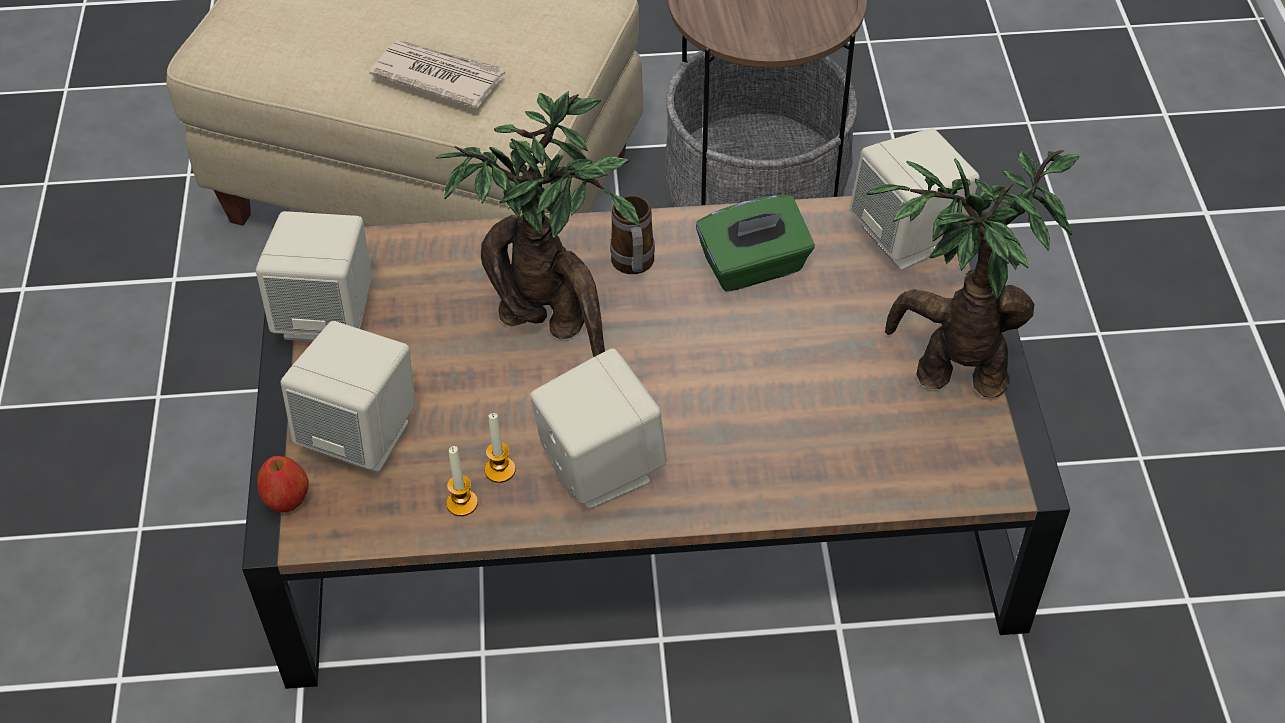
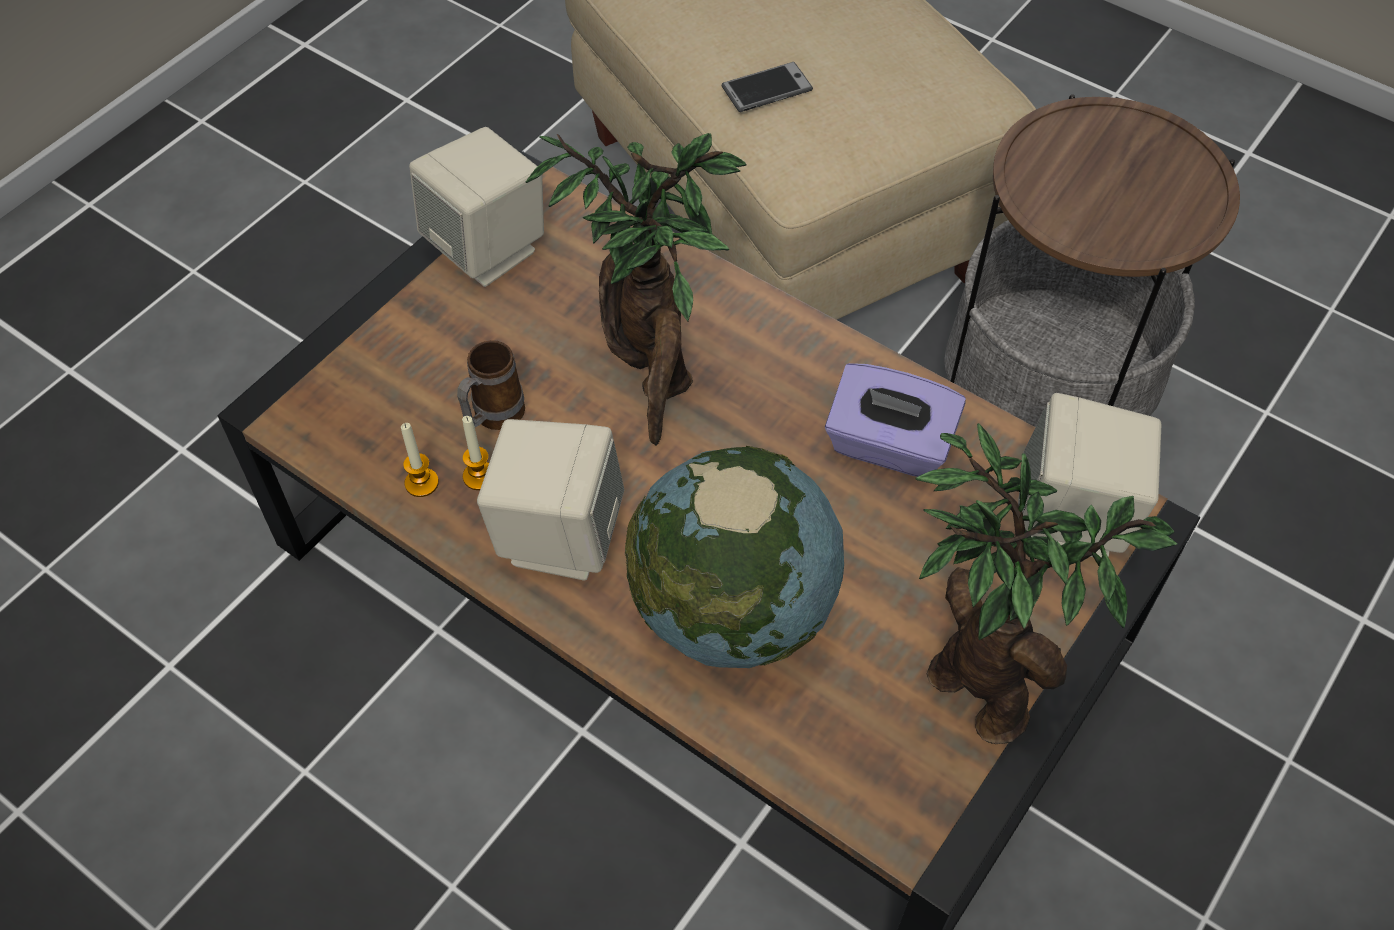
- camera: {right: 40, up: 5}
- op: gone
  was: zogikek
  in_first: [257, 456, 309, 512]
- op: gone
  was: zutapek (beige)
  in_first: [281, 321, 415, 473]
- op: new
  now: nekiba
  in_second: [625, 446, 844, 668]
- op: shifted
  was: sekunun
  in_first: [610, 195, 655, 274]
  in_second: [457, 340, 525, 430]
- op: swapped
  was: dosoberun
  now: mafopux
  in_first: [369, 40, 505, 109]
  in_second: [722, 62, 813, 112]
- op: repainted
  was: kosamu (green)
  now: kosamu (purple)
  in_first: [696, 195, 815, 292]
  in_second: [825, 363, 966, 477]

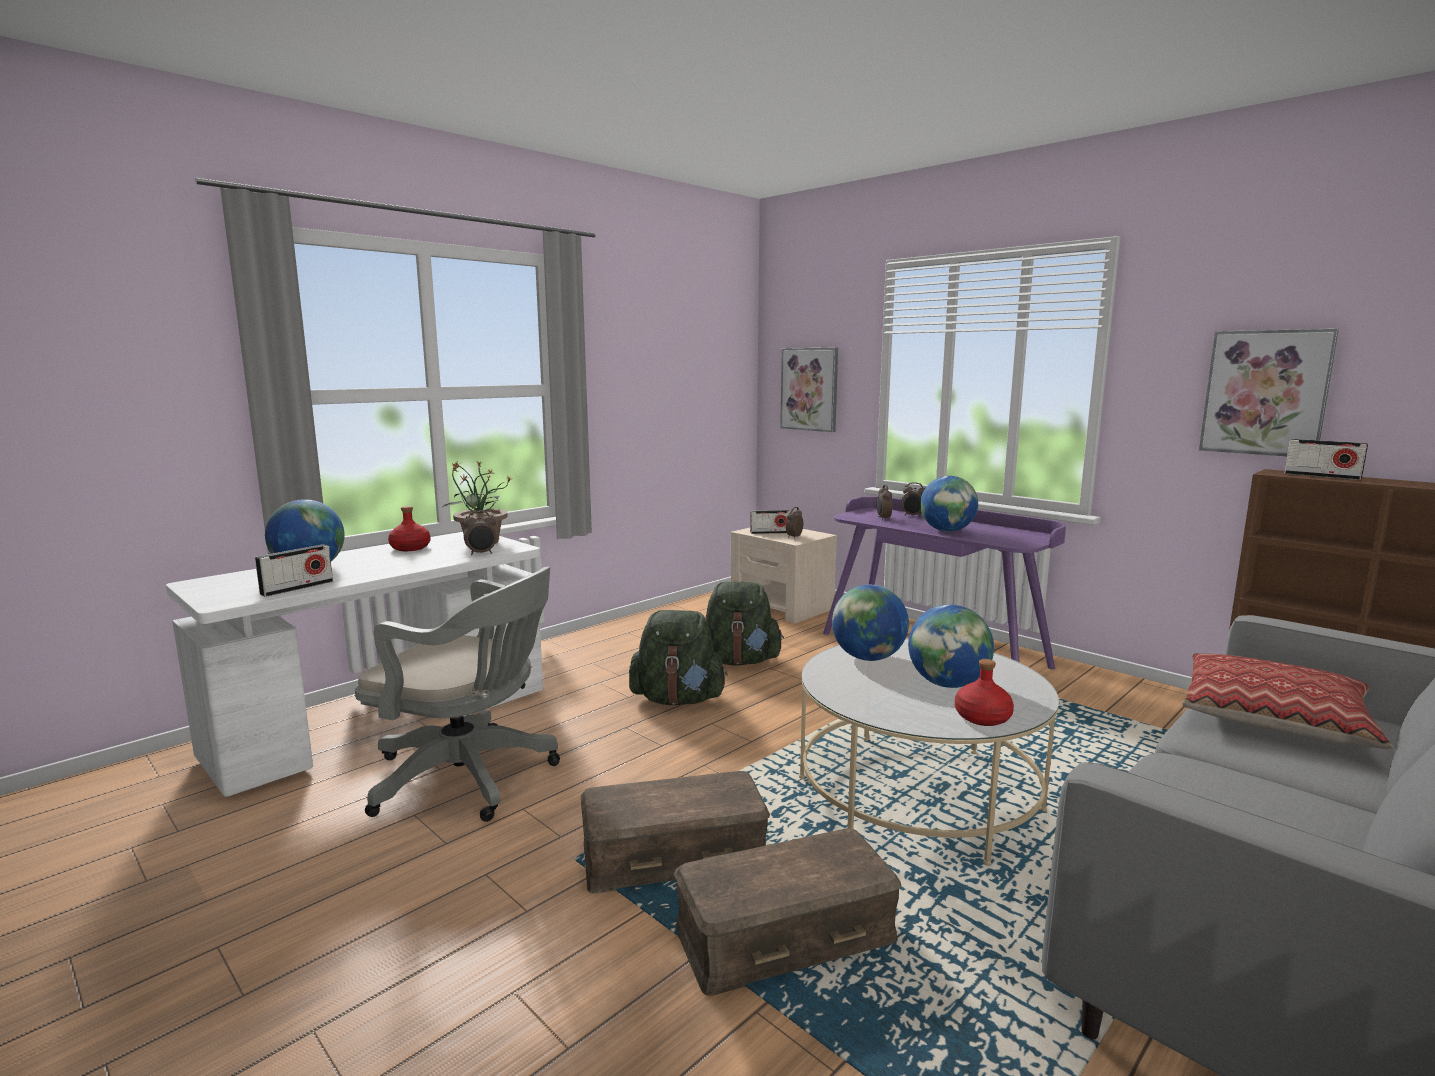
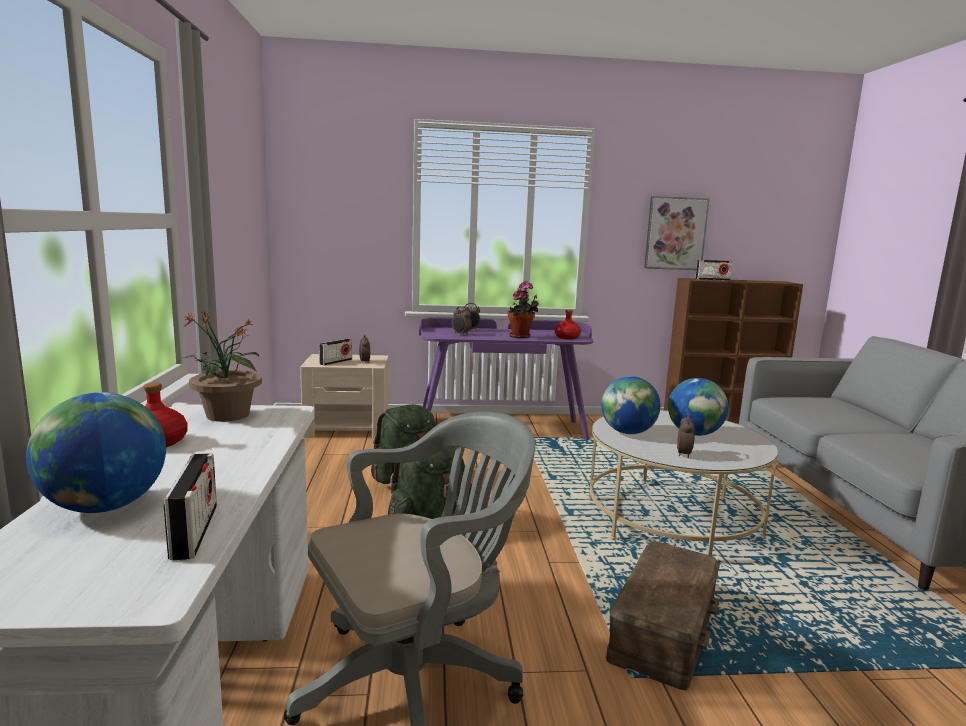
- camera: {right: -50, up: 0}
- op: gone
  was: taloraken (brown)
  in_first: [674, 828, 901, 996]
- op: gone
  was: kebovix
  in_first: [780, 348, 838, 432]
- op: gone
  was: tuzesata
  in_first: [1183, 653, 1393, 749]
- op: shifted
  was: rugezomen
  in_first: [464, 511, 497, 555]
  in_second: [677, 413, 695, 458]
- op: shifted
  was: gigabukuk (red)
  in_first: [955, 659, 1014, 726]
  in_second: [555, 310, 581, 339]
- op: swapped
  was: nekiba
  now: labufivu
  in_first: [920, 476, 978, 532]
  in_second: [508, 281, 539, 338]

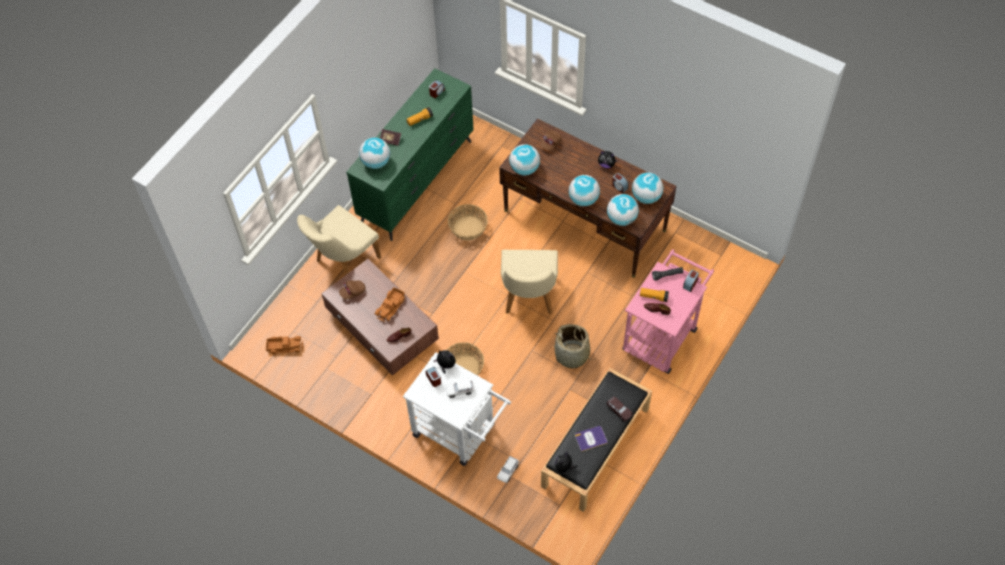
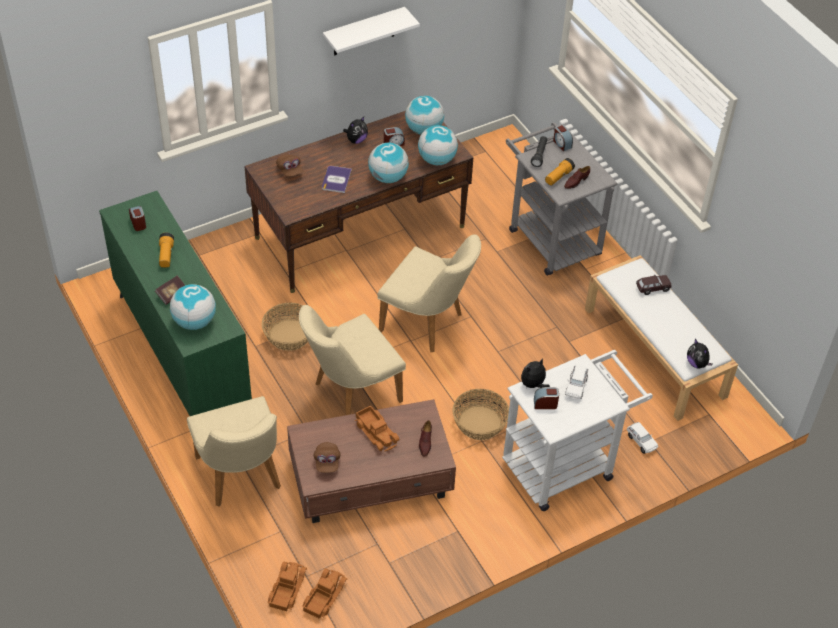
- camera: {right: -65, up: -10}
- op: gone
  was: nekiba
  in_first: [509, 144, 540, 175]
- op: gone
  was: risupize
  in_first: [553, 324, 595, 368]
- op: new
  now: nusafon
  in_second: [268, 561, 307, 611]
- op: new
  now: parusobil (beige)
  in_second: [299, 305, 406, 415]
- op: new
  now: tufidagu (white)
  in_second: [323, 7, 420, 55]
- op: shifted
  was: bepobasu
  in_first: [575, 426, 608, 452]
  in_second: [322, 166, 352, 193]
- op: repainted
  was: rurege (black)
  now: rurege (white)
  in_first: [541, 368, 652, 512]
  in_second: [585, 255, 738, 421]
- op: repainted
  was: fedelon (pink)
  now: fedelon (grey)
  in_first: [623, 249, 714, 374]
  in_second: [506, 122, 618, 275]

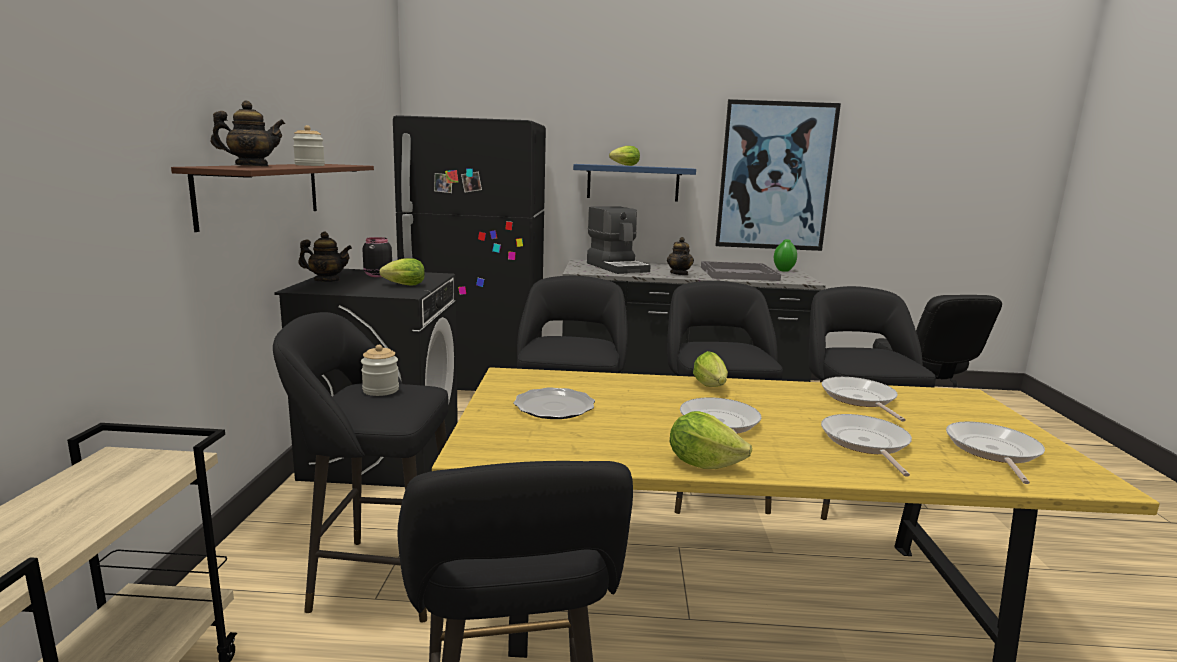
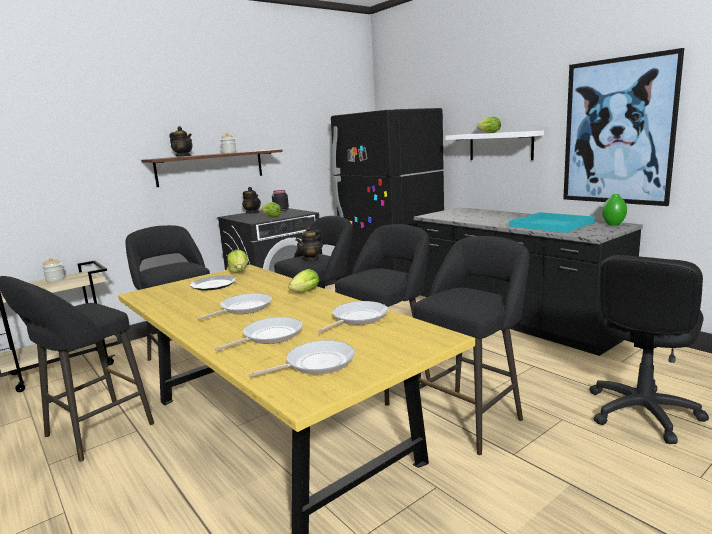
- camera: {right: 50, up: 0}
- op: gone
  was: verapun
  in_first: [587, 206, 651, 274]
- op: shifted
  was: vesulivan
  in_first: [361, 345, 399, 396]
  in_second: [42, 258, 65, 282]
- op: shifted
  was: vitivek
  in_first: [667, 237, 694, 275]
  in_second: [295, 226, 323, 262]
- op: shifted
  was: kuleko
  in_first: [670, 411, 752, 469]
  in_second: [227, 250, 248, 273]
- op: repainted
  was: tufidagu (blue)
  now: tufidagu (white)
  in_first: [573, 164, 696, 202]
  in_second: [445, 131, 544, 160]
- op: repainted
  was: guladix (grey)
  now: guladix (turquoise)
  in_first: [701, 261, 781, 281]
  in_second: [509, 212, 595, 233]

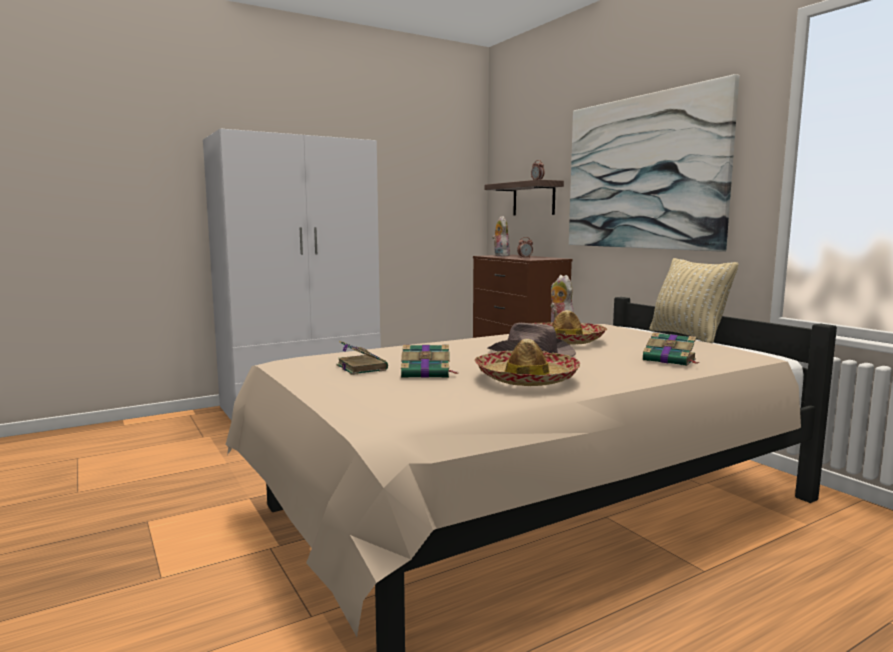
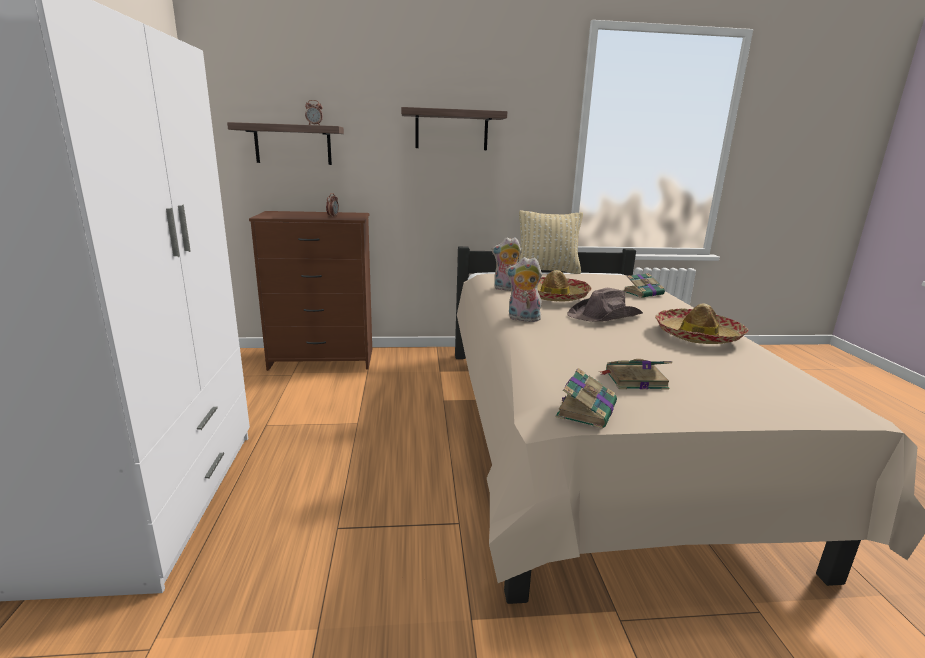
- camera: {right: -65, up: 10}
- op: shifted
  was: bepobasu
  in_first: [401, 345, 459, 378]
  in_second: [556, 368, 617, 428]
- op: shifted
  was: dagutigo
  in_first: [492, 216, 510, 256]
  in_second: [506, 257, 542, 322]
- op: swapped
  was: kebovix
  now: tufidagu
  in_first: [569, 74, 739, 252]
  in_second: [401, 107, 507, 150]

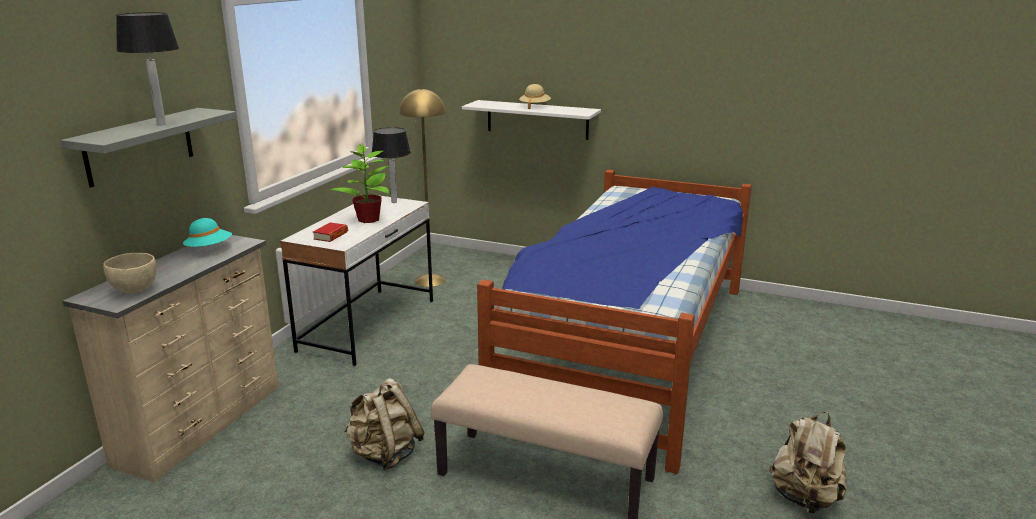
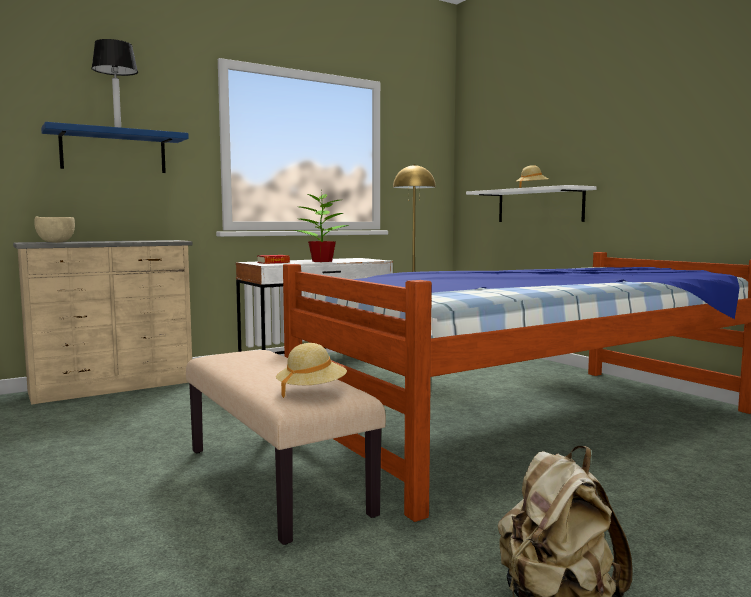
- camera: {right: 35, up: -15}
- op: gone
  was: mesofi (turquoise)
  in_first: [183, 218, 232, 247]
- op: gone
  was: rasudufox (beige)
  in_first: [344, 378, 425, 471]
- op: gone
  was: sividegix
  in_first: [372, 127, 411, 203]
- op: new
  now: mesofi (beige)
  in_second: [276, 343, 347, 398]
- op: repainted
  was: tufidagu (grey)
  now: tufidagu (blue)
  in_first: [60, 108, 237, 188]
  in_second: [41, 122, 189, 173]

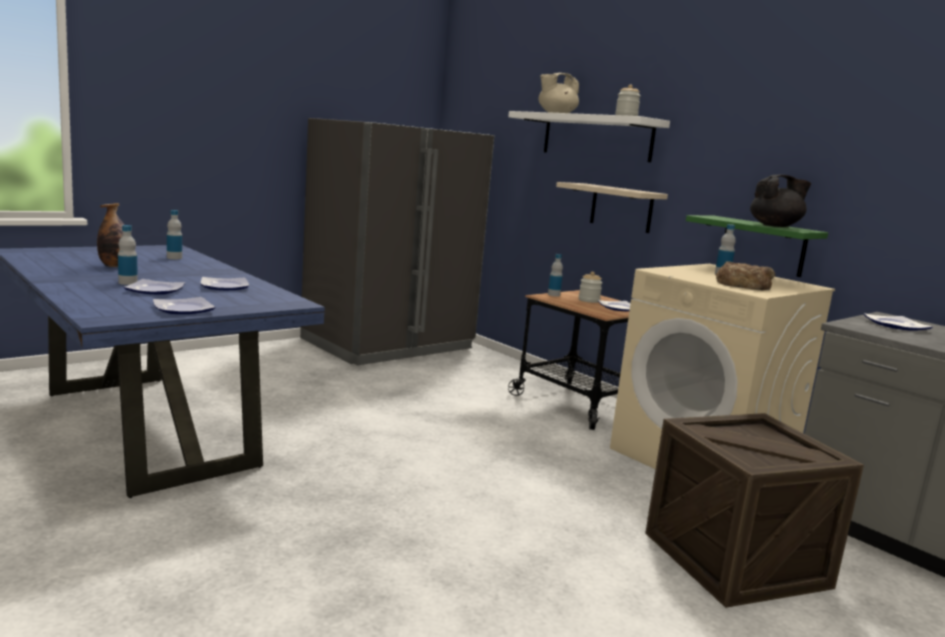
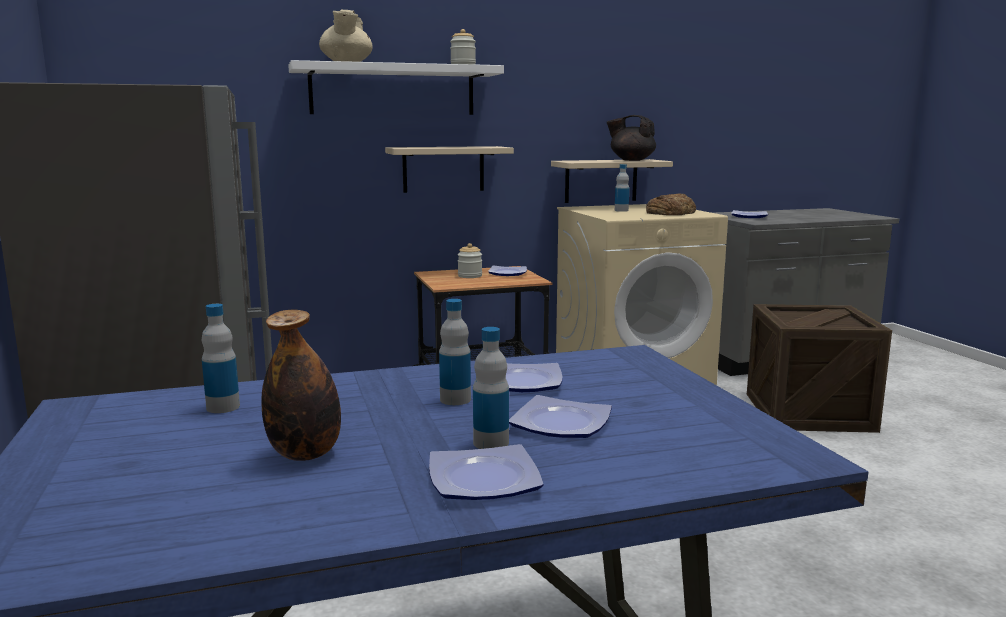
- camera: {right: -65, up: 0}
- op: shifted
  was: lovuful
  in_first: [153, 297, 215, 314]
  in_second: [429, 444, 544, 500]
- op: shifted
  was: gigabukuk
  in_first: [548, 254, 563, 297]
  in_second: [439, 299, 471, 405]
- op: repainted
  was: tufidagu (green)
  now: tufidagu (beige)
  in_first: [686, 215, 828, 277]
  in_second: [551, 159, 673, 203]
- op: rotated
  was: vitivek (black)
  in_first: [750, 175, 811, 227]
  in_second: [607, 115, 656, 161]
  clockwise: -75

